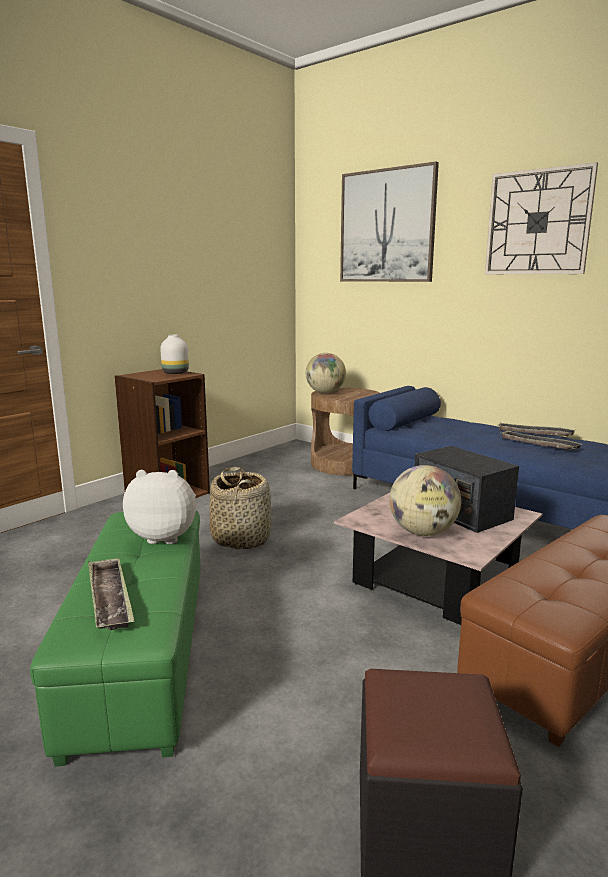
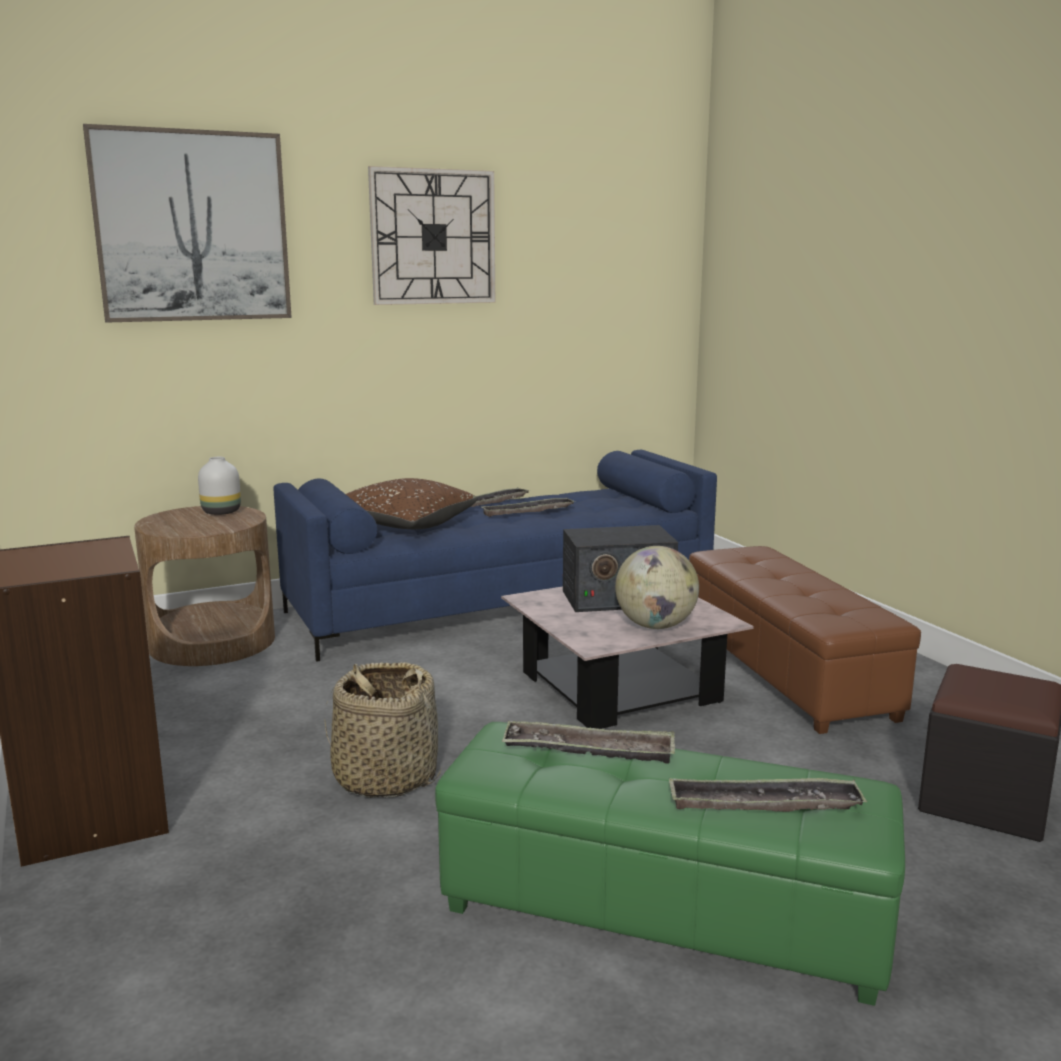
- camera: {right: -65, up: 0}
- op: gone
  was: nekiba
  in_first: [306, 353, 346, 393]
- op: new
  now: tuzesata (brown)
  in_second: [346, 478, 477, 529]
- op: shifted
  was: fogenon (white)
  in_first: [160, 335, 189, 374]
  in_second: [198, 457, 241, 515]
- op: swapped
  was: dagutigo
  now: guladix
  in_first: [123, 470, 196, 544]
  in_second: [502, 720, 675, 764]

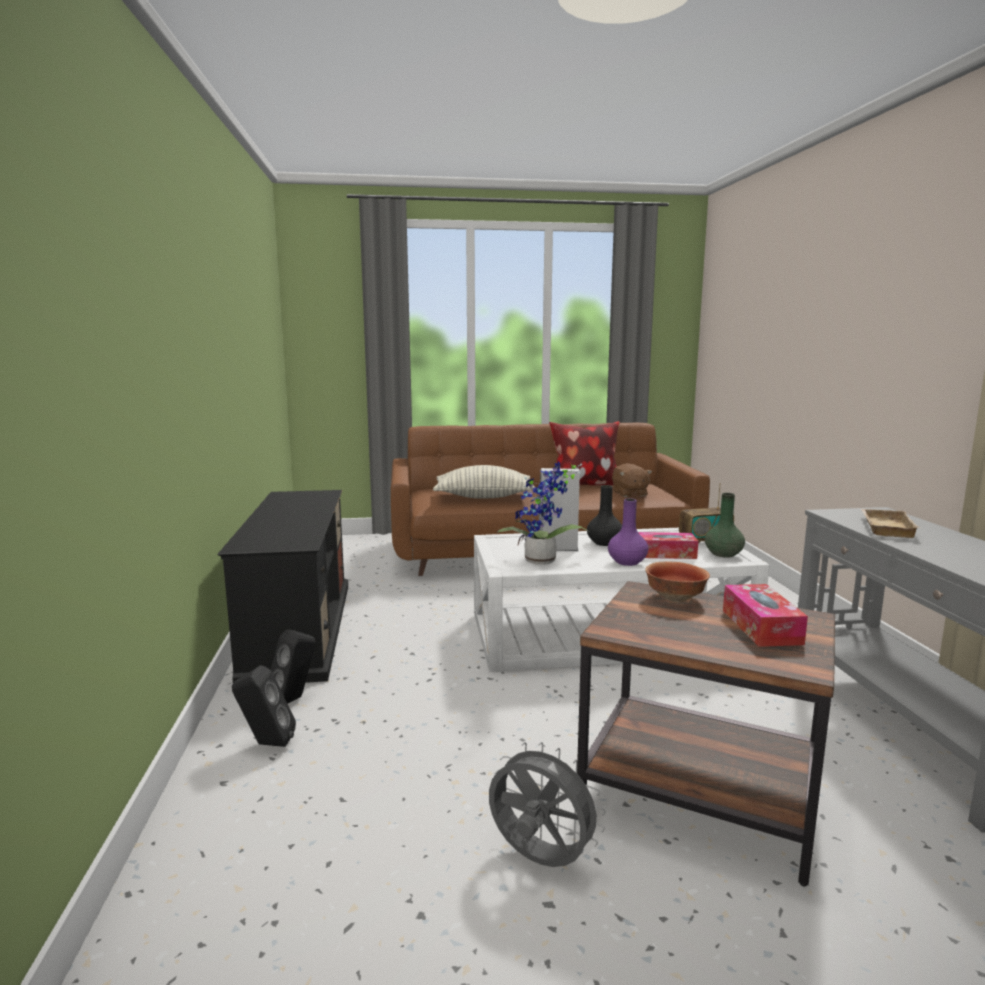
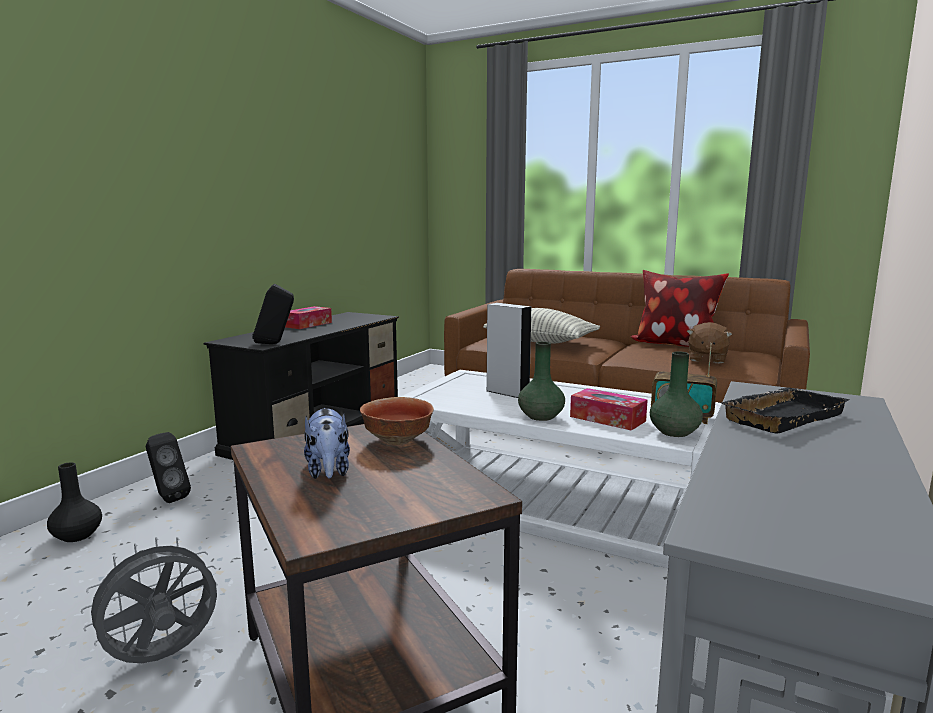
- camera: {right: 35, up: 0}
- op: gone
  was: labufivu
  in_first: [497, 461, 588, 565]
- op: new
  now: dagutigo
  in_second: [304, 407, 350, 479]
- op: shifted
  was: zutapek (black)
  in_first: [271, 629, 315, 704]
  in_second: [252, 284, 294, 344]
- op: shifted
  was: fogenon (black)
  in_first: [587, 485, 622, 546]
  in_second: [47, 462, 102, 542]
- op: shifted
  was: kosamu
  in_first: [723, 584, 808, 647]
  in_second: [285, 306, 332, 329]
- op: repainted
  was: fogenon (purple)
  now: fogenon (green)
  in_first: [608, 498, 648, 566]
  in_second: [518, 341, 565, 421]
- op: repainted
  was: guladix (beige)
  now: guladix (black)
  in_first: [861, 509, 921, 538]
  in_second: [718, 387, 849, 434]
- op: rotated
  was: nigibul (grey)
  in_first: [489, 742, 606, 867]
  in_second: [81, 537, 218, 663]
  clockwise: -105

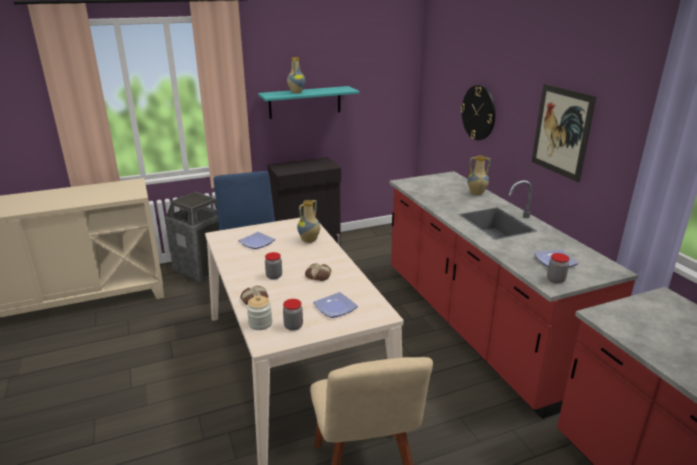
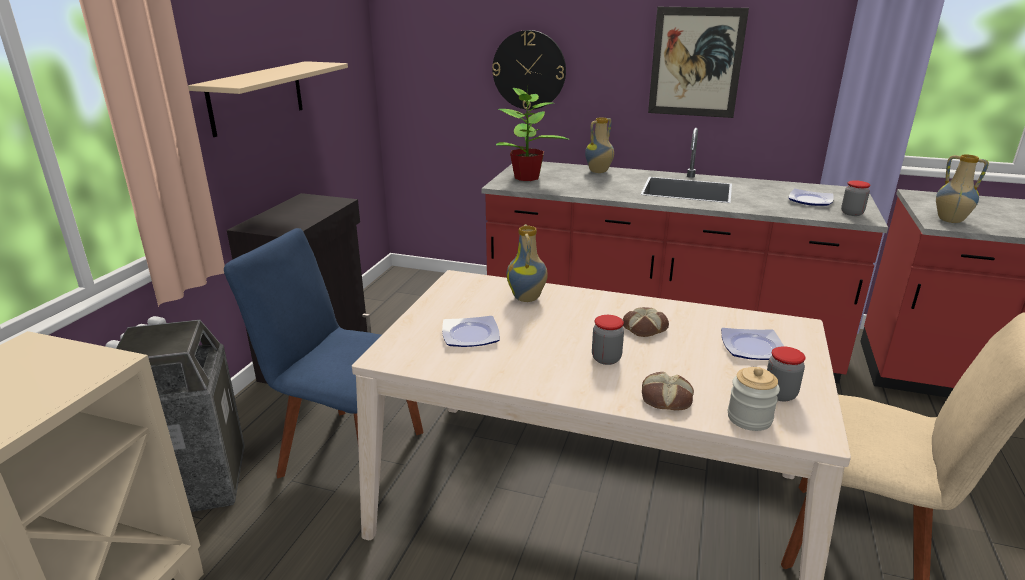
- camera: {right: -50, up: 0}
- op: new
  now: labufivu
  in_second: [496, 87, 570, 181]
- op: shifted
  was: fogenon
  in_first: [287, 57, 305, 93]
  in_second: [936, 154, 989, 223]
- op: repainted
  was: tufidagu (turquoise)
  now: tufidagu (beige)
  in_first: [258, 86, 359, 119]
  in_second: [188, 61, 348, 137]

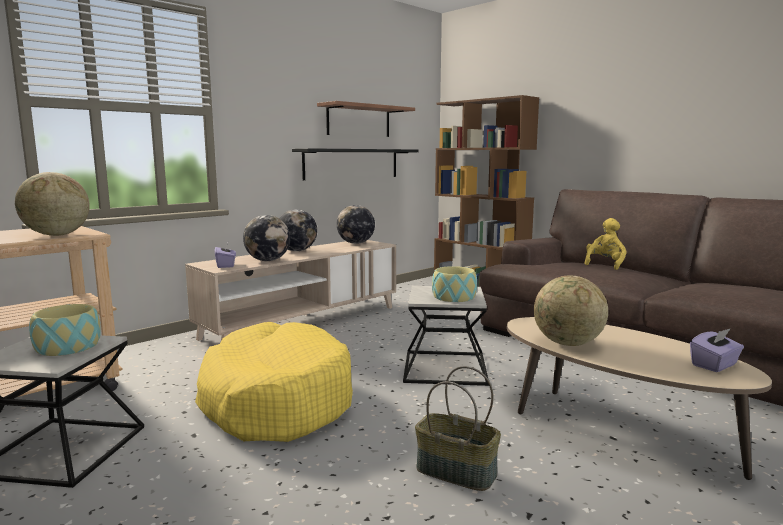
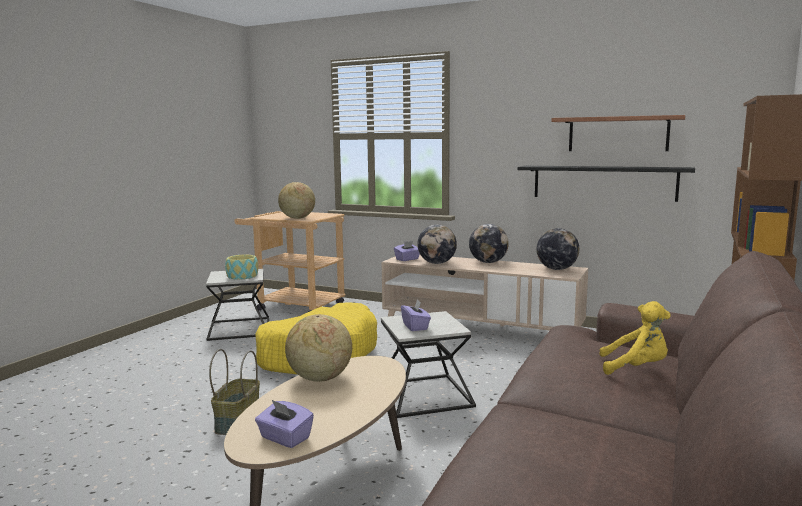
- camera: {right: 70, up: 0}
- op: swapped
  was: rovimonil
  now: kosamu (purple)
  in_first: [432, 266, 477, 302]
  in_second: [401, 299, 431, 331]

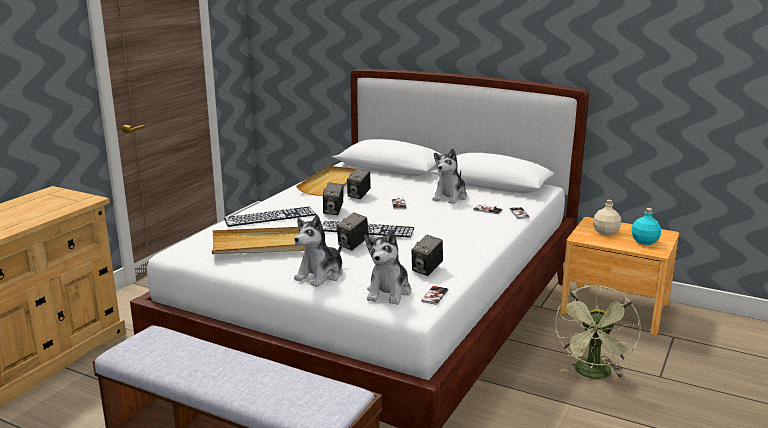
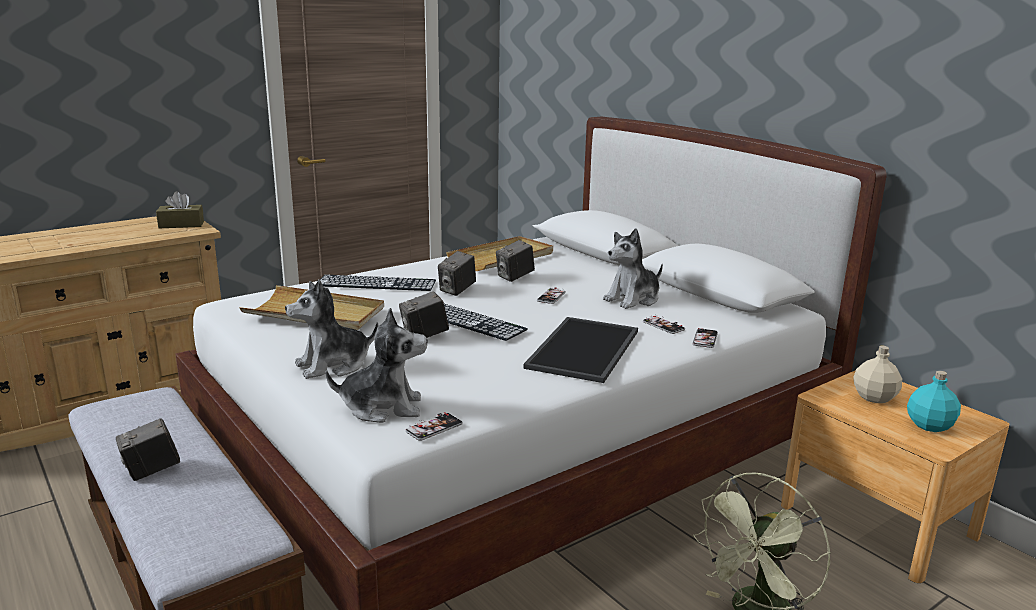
- camera: {right: 25, up: 0}
- op: new
  now: kosamu (brown)
  in_second: [156, 191, 204, 228]
- op: new
  now: guladix
  in_second: [523, 317, 638, 383]
- op: shifted
  was: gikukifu
  in_first: [412, 235, 443, 276]
  in_second: [116, 418, 180, 481]
- op: rotated
  was: dagutigo
  in_first: [364, 229, 411, 305]
  in_second: [325, 308, 428, 423]
  clockwise: -135

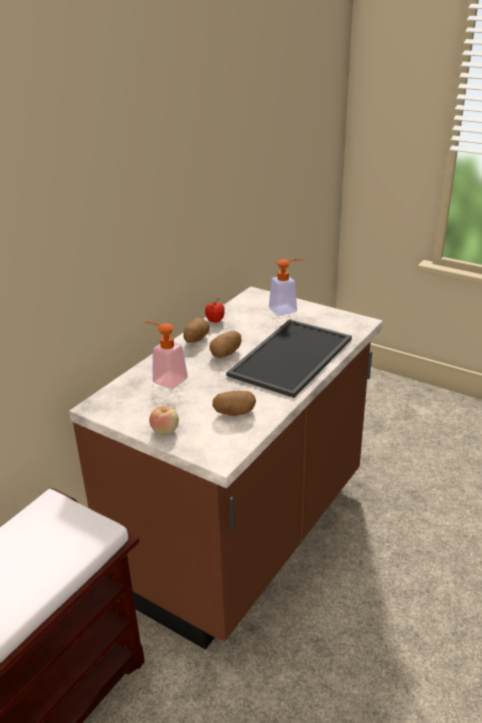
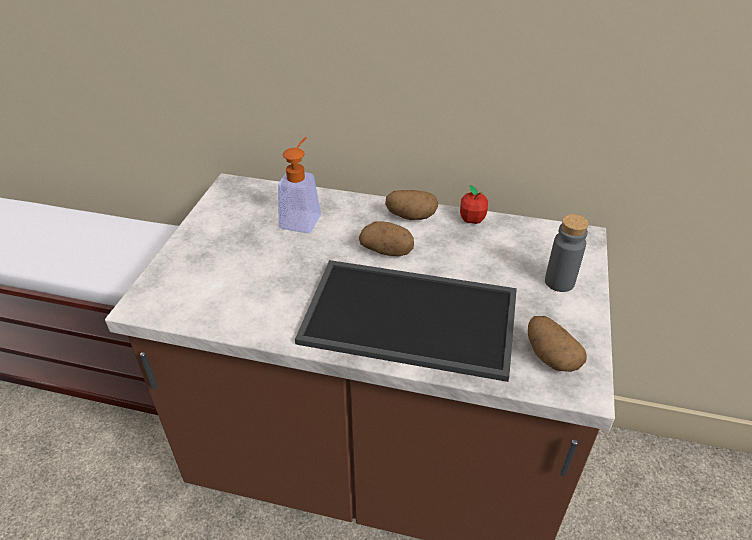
- camera: {right: 70, up: 10}
- op: gone
  was: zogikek
  in_first: [149, 406, 179, 435]
- op: shifted
  was: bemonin
  in_first: [213, 391, 256, 416]
  in_second: [528, 316, 587, 372]
- op: swapped
  was: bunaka
  now: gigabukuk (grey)
  in_first: [269, 259, 304, 316]
  in_second: [545, 214, 589, 292]

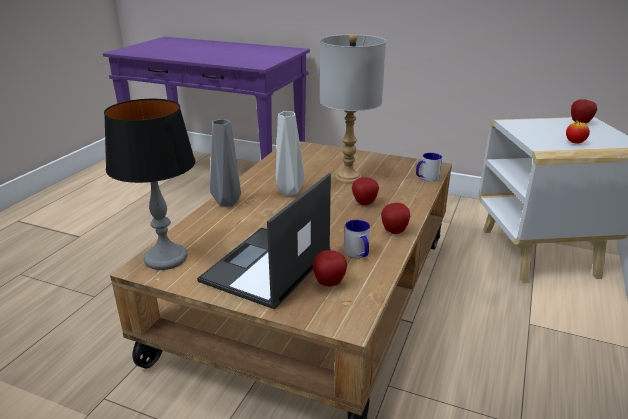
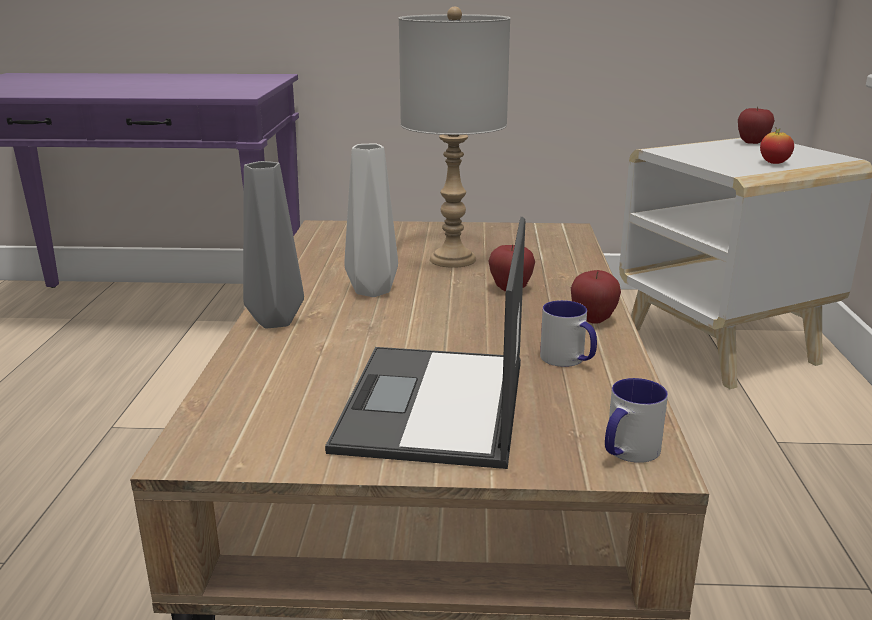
- camera: {right: -20, up: -5}
- op: gone
  was: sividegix
  in_first: [104, 99, 195, 270]
- op: gone
  was: zogikek
  in_first: [313, 250, 347, 286]
- op: shifted
  was: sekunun
  in_first: [416, 153, 442, 182]
  in_second: [605, 378, 668, 463]

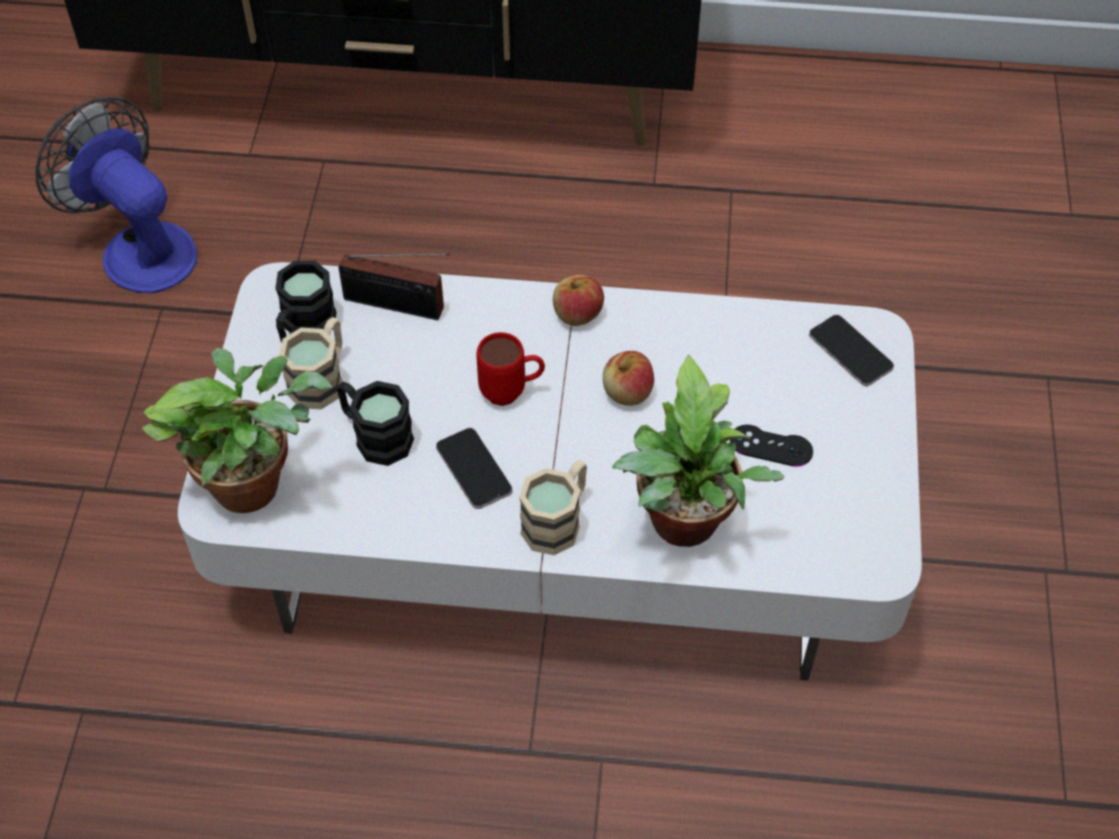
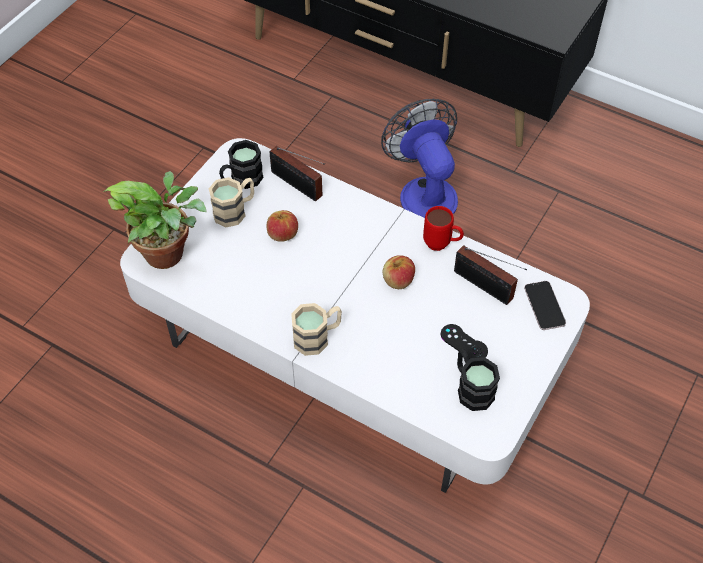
- camera: {right: 25, up: 0}
- op: gone
  was: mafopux
  in_first: [436, 428, 513, 509]
- op: gone
  was: labufivu
  in_first: [612, 355, 785, 547]
- op: new
  now: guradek
  in_second: [454, 245, 527, 305]
- op: shifted
  was: nigibul
  in_first: [35, 97, 197, 293]
  in_second: [381, 99, 458, 218]
- op: shifted
  was: sekunun (black)
  in_first: [337, 381, 414, 466]
  in_second: [457, 349, 500, 411]
- op: shifted
  was: sekunun (red)
  in_first: [476, 332, 545, 406]
  in_second: [423, 206, 464, 251]
- op: shifted
  was: zogikek
  in_first: [553, 274, 604, 326]
  in_second: [267, 210, 298, 242]

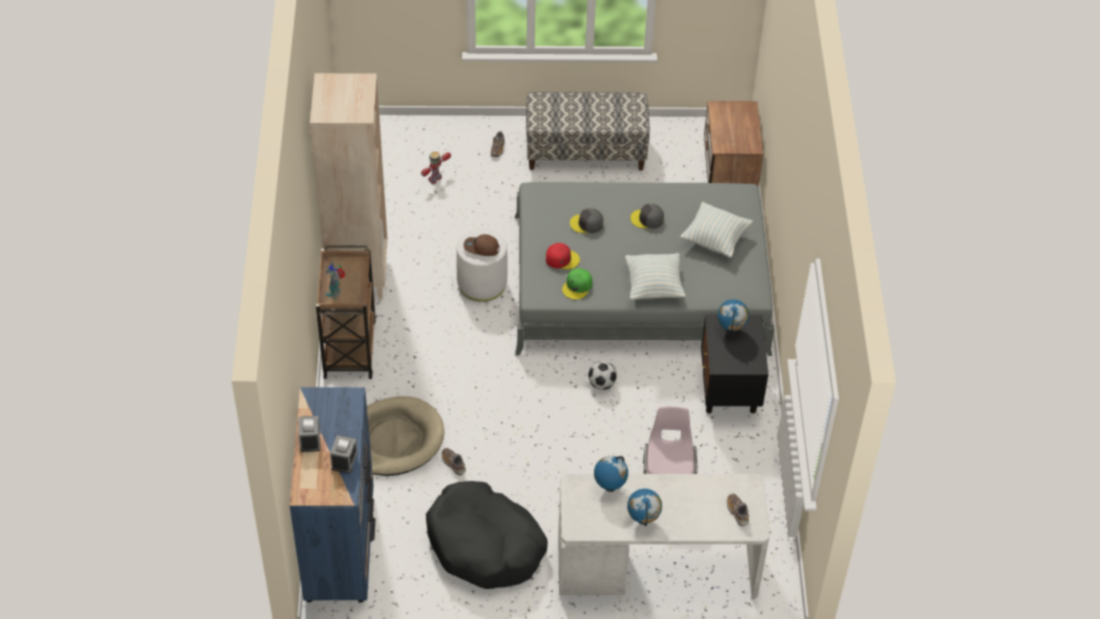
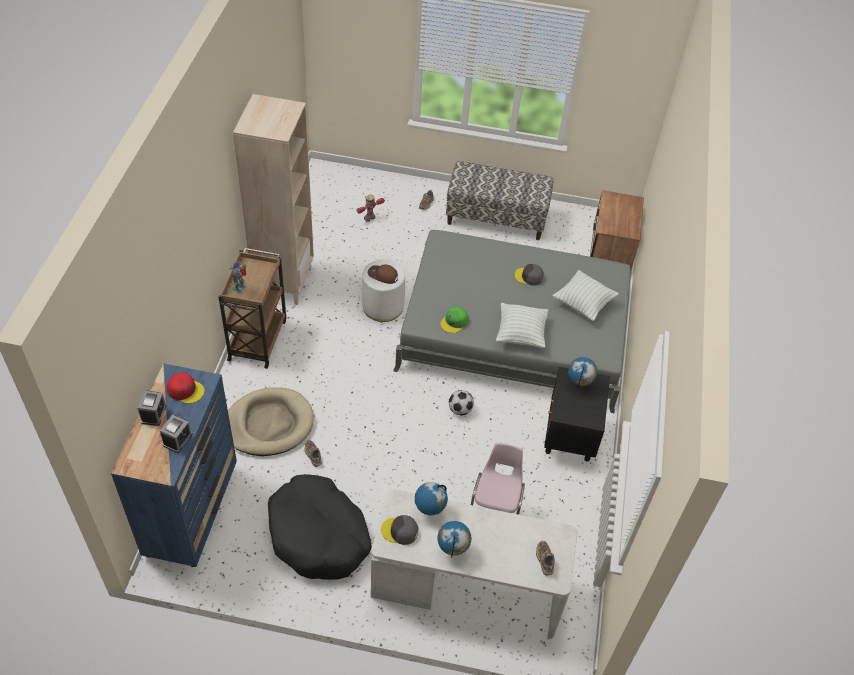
- camera: {right: 10, up: 0}
- op: shifted
  was: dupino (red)
  in_first: [546, 243, 580, 270]
  in_second: [167, 372, 205, 403]
- op: shifted
  was: dupino (grey)
  in_first: [570, 208, 603, 233]
  in_second: [381, 515, 418, 545]

